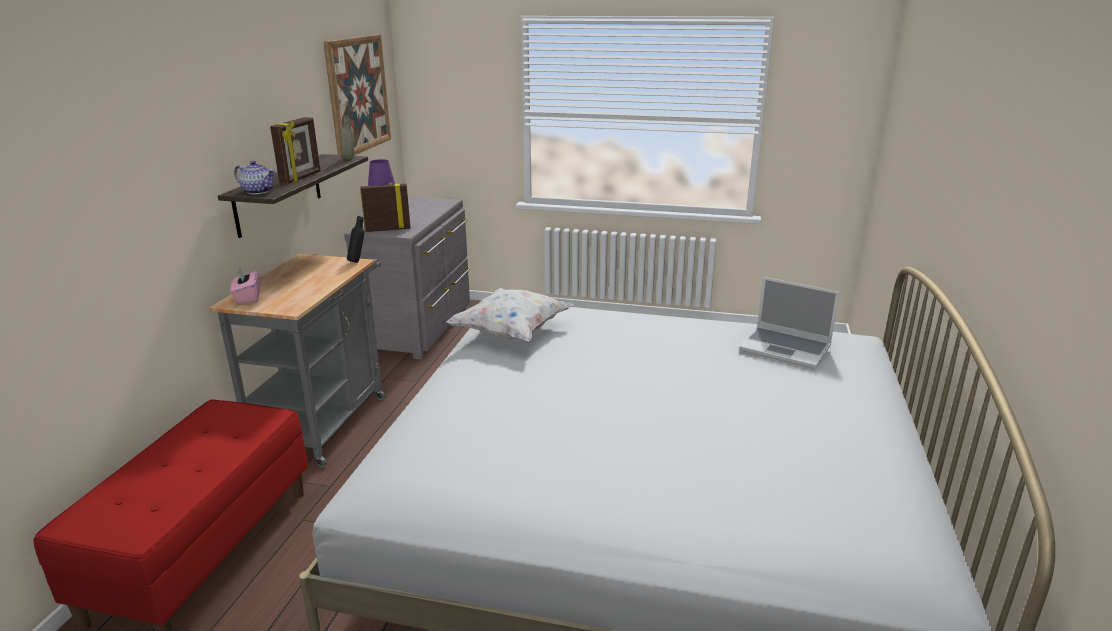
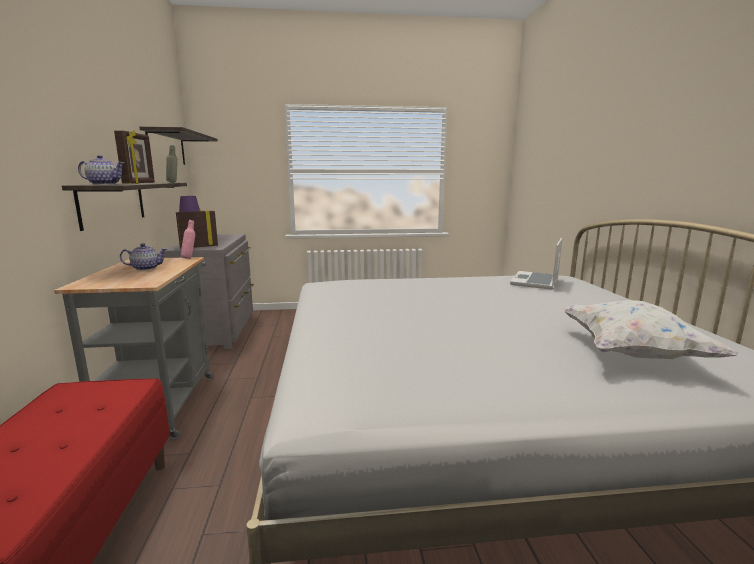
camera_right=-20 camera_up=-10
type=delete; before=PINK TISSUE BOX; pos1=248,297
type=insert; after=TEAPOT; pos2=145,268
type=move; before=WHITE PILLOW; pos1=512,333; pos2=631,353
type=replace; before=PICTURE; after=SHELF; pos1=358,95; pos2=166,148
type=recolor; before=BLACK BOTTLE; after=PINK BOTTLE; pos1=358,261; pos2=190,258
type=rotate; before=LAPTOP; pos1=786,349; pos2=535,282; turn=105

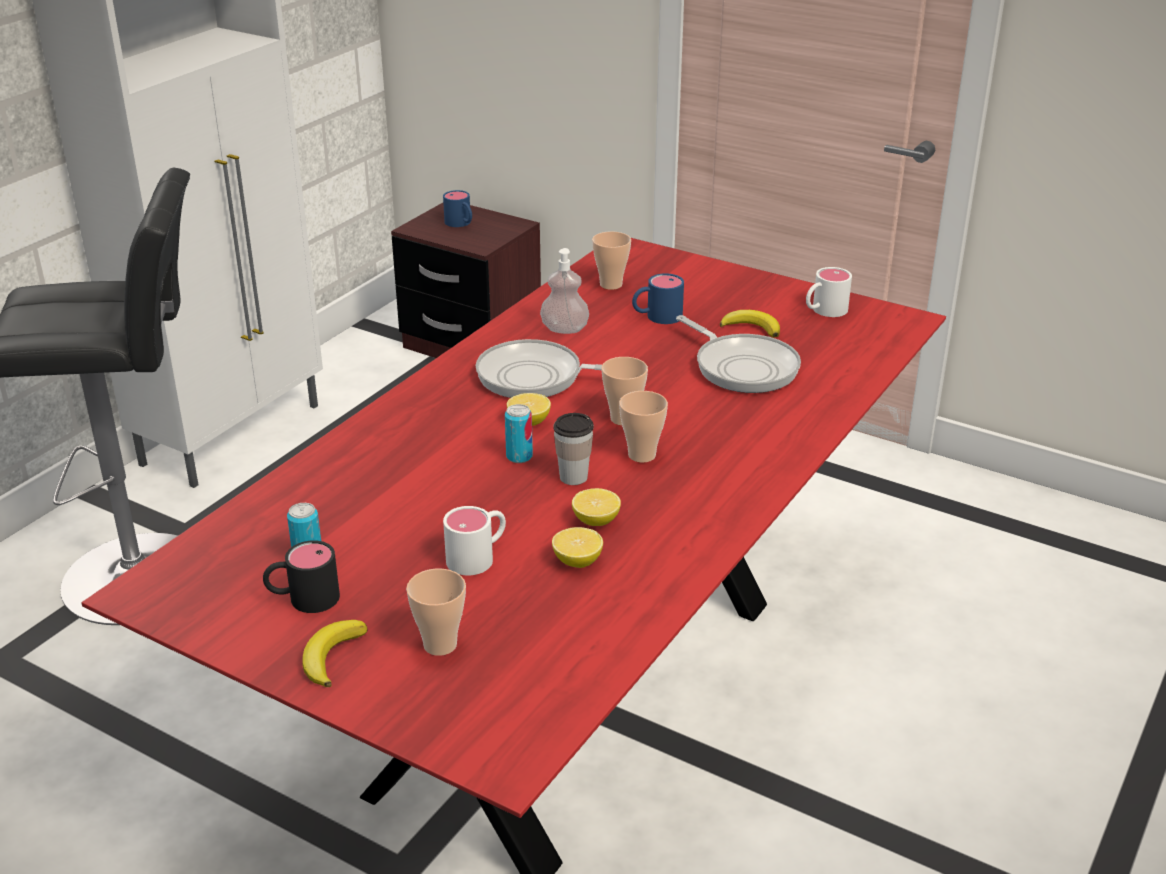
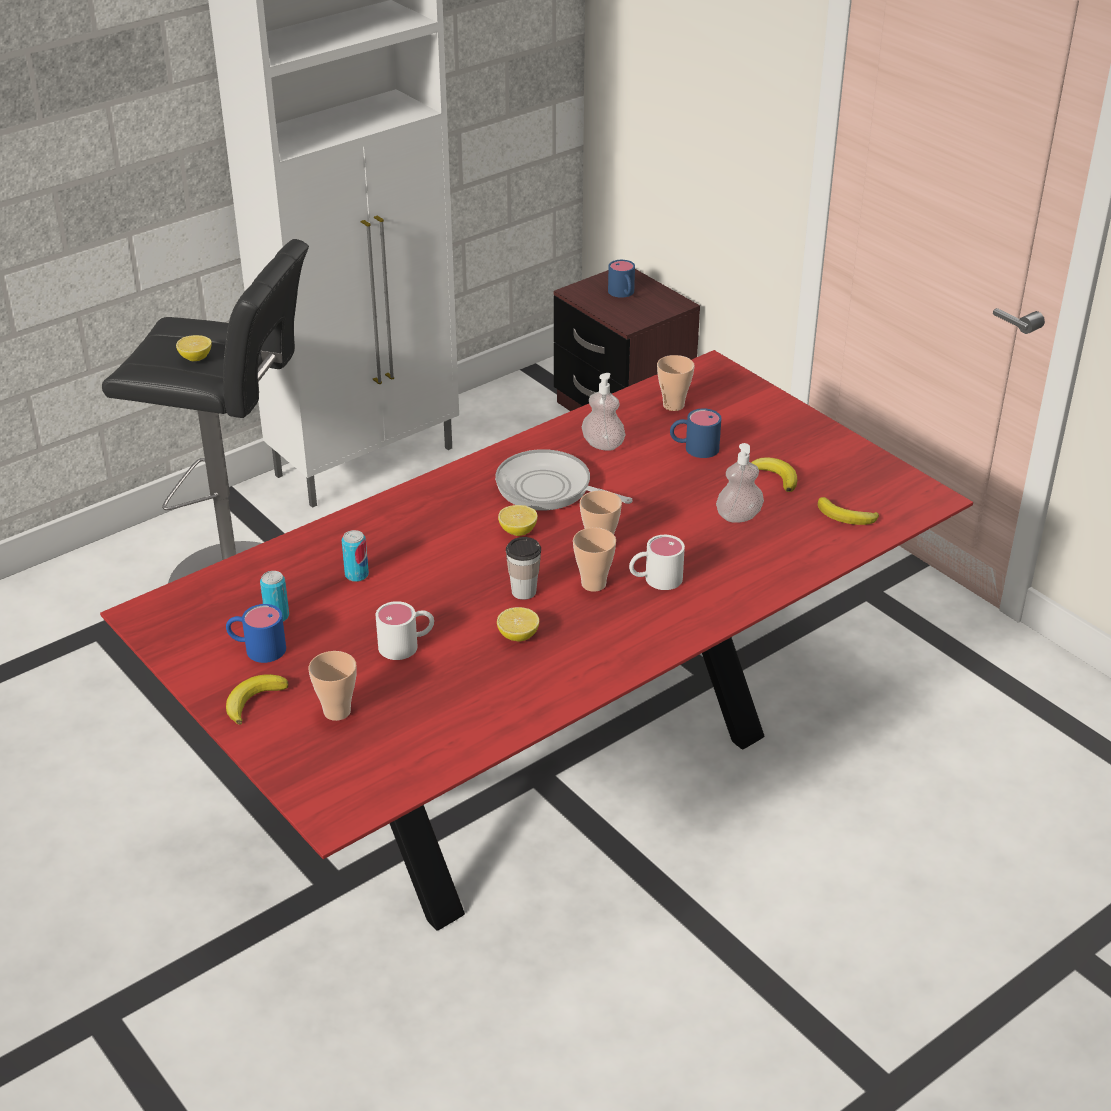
camera_right=20 camera_up=5
type=insert; after=BANANA; pos2=846,517
type=move; before=CAN; pos1=519,456; pos2=356,575
type=move; before=LEMON; pos1=577,561; pos2=195,358
type=move; before=WHITE MUG; pos1=823,311; pos2=655,579
type=replace; before=FRYING PAN; after=SOAP DISPENSER; pos1=742,367; pos2=738,516
type=recolor; before=BLACK MUG; after=BLUE MUG; pos1=303,598; pos2=257,648

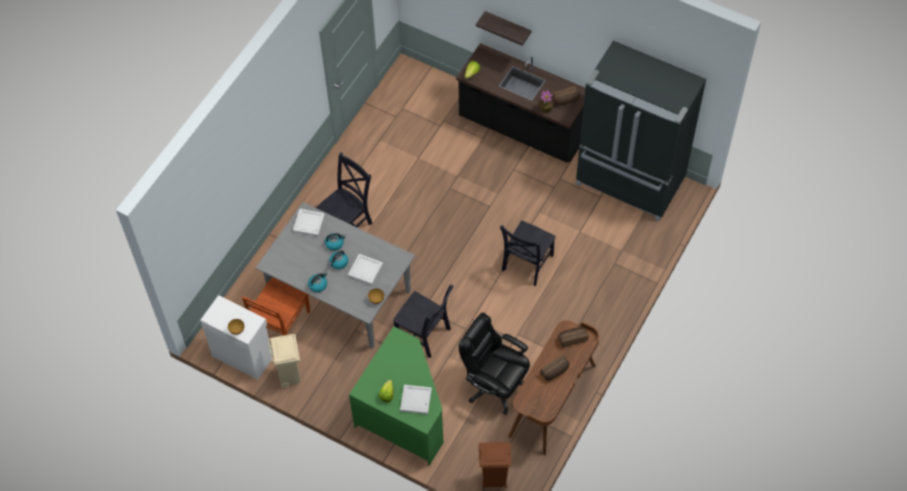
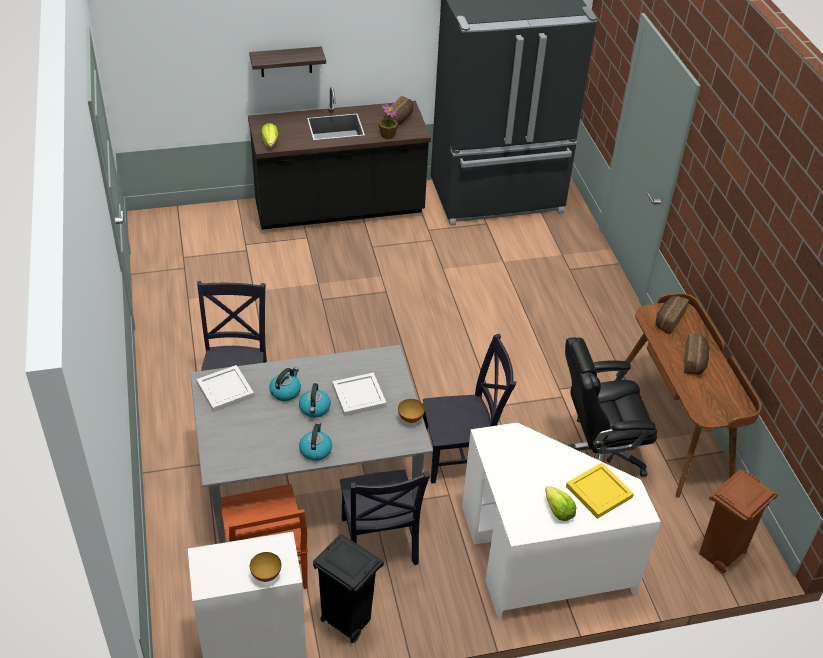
camera_right=-45 camera_up=-15
type=move; before=BLACK CHAIR; pos1=526,264; pos2=379,544
type=recolor; before=BEIGE TRASH CAN; after=BLACK TRASH CAN; pos1=290,376; pos2=346,621
type=recolor; before=GREEN DESK; after=WHITE DESK; pos1=404,415; pos2=540,561
type=recolor; before=WHITE TRAY; after=YELLOW TRAY; pos1=416,400; pos2=600,492

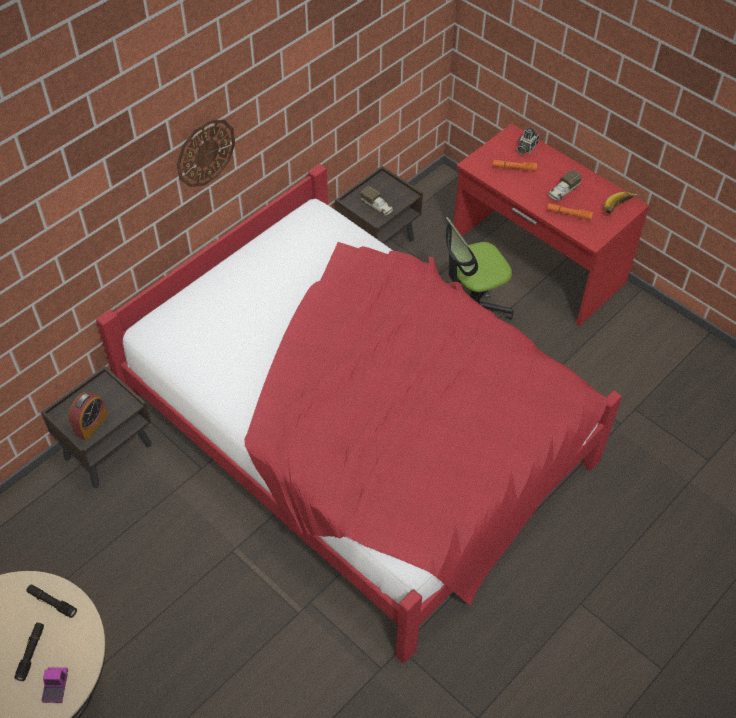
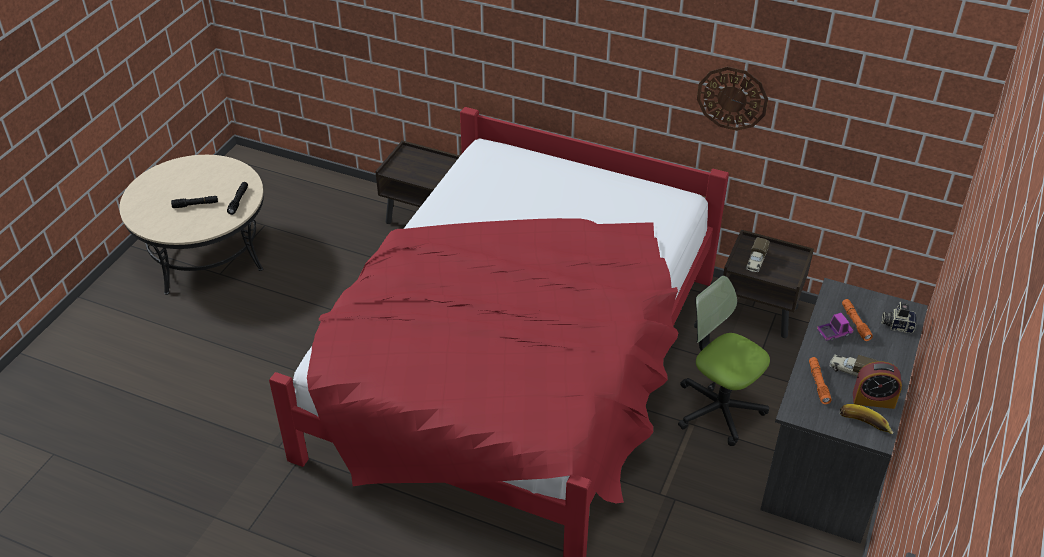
camera_right=70 camera_up=-10
type=move; before=TOY TRUCK; pos1=56,687; pos2=834,333
type=move; before=ALARM CLOCK; pos1=91,424; pos2=873,400
type=move; before=WALL CLOCK; pos1=205,152; pos2=732,98
type=recolor; before=RED DESK; after=GREY DESK; pos1=536,262; pos2=829,449

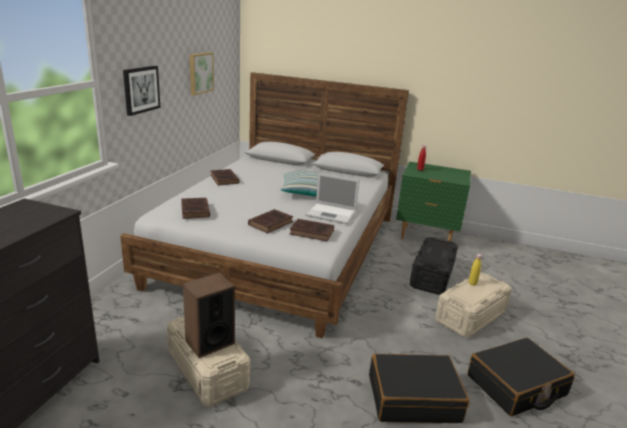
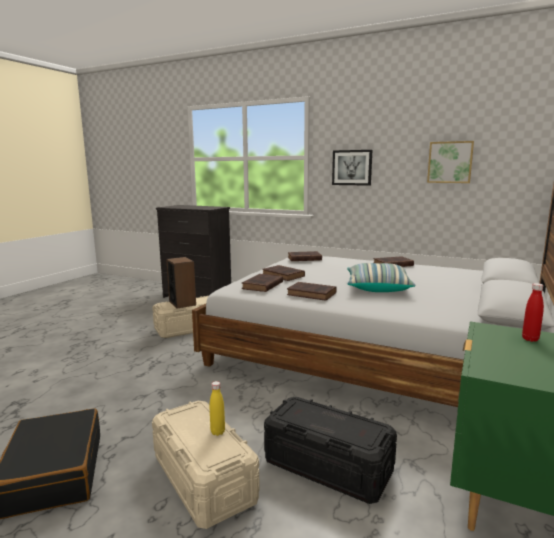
camera_right=100 camera_up=-10
type=delete; before=BLACK SUITCASE; pos1=413,398
type=replace; before=LAPTOP; after=BROWN BOOK; pos1=332,214; pos2=313,294

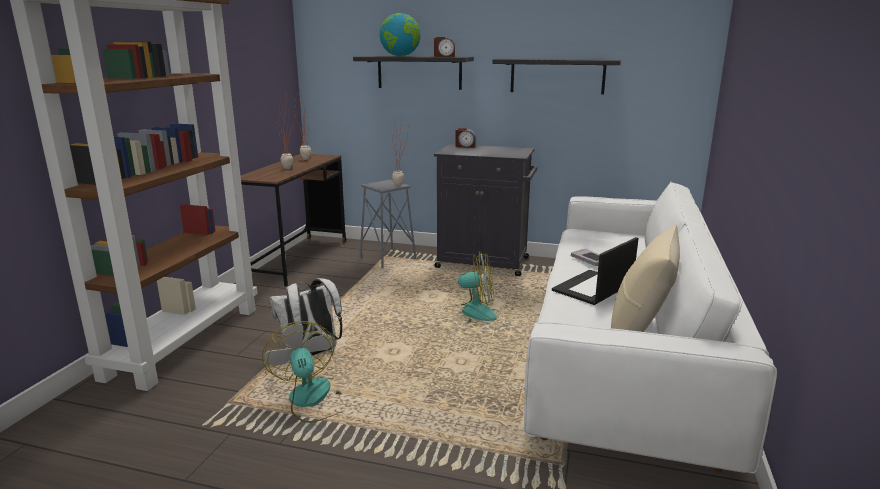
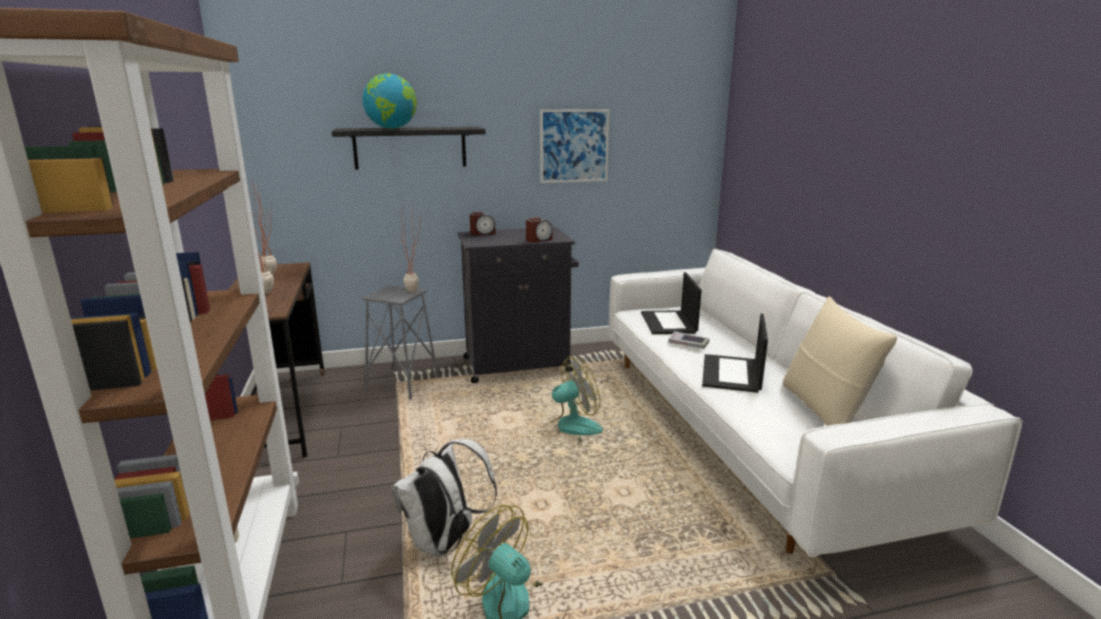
camera_right=-30 camera_up=0
type=insert; after=LAPTOP; pos2=669,323
type=move; before=ALARM CLOCK; pos1=444,56; pos2=538,240
type=replace; before=BLACK SHELF; after=PICTURE; pos1=557,76; pos2=574,146

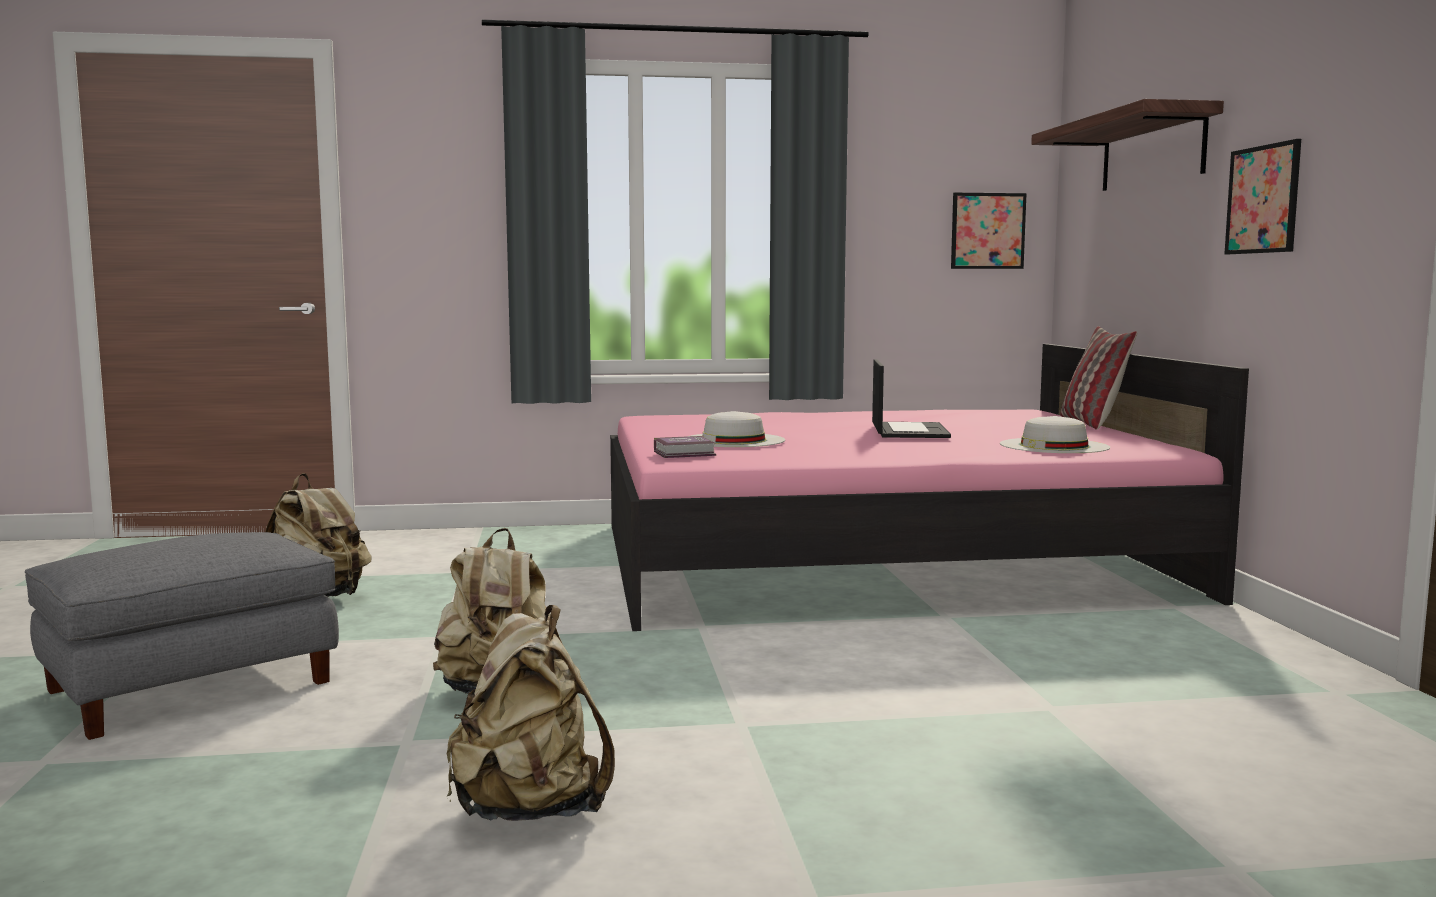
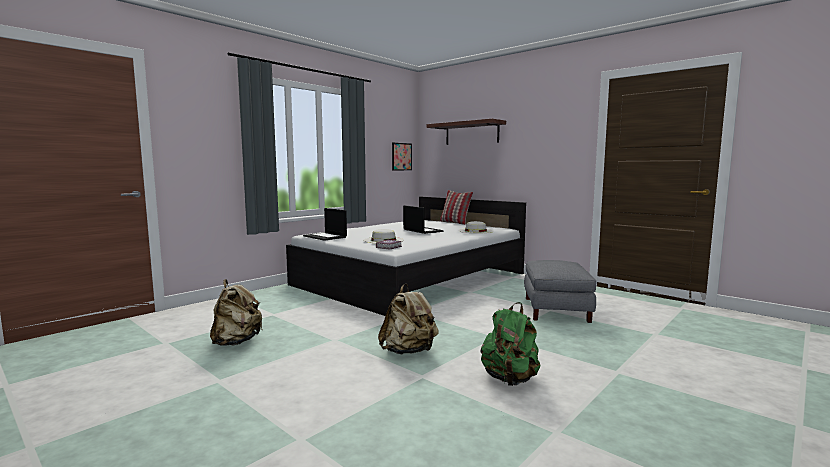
camera_right=-40 camera_up=0
type=delete; before=PICTURE; pos1=1263,199
type=insert; after=LAPTOP; pos2=325,237
type=move; before=GREY OTTOMAN; pos1=190,687; pos2=556,309
type=recolor; before=BEIGE BACKPACK; after=GREEN BACKPACK; pos1=530,810; pos2=510,379
type=recolor; before=PINK BED; after=WHITE BED; pos1=878,560; pos2=411,279

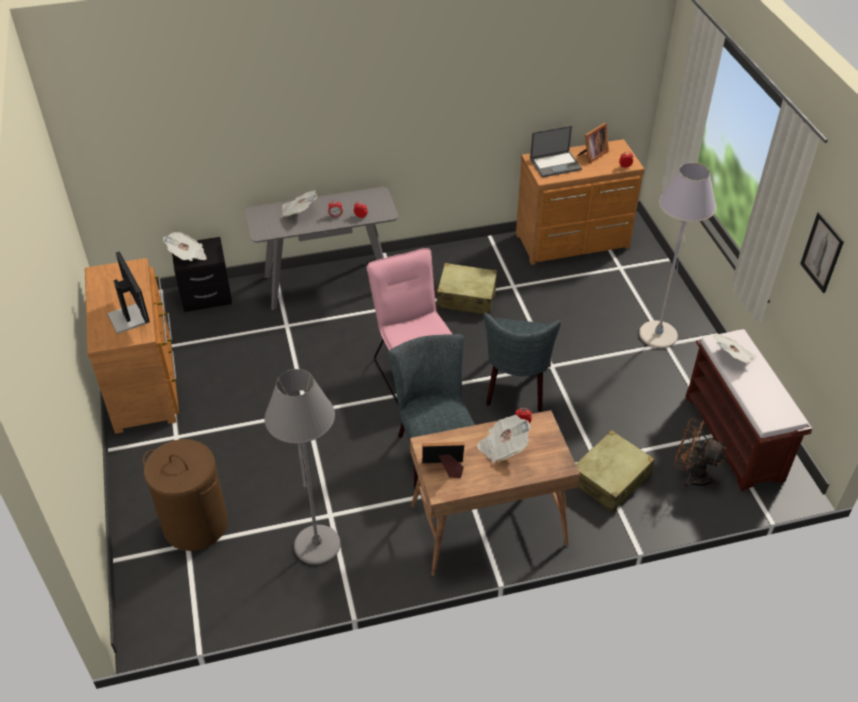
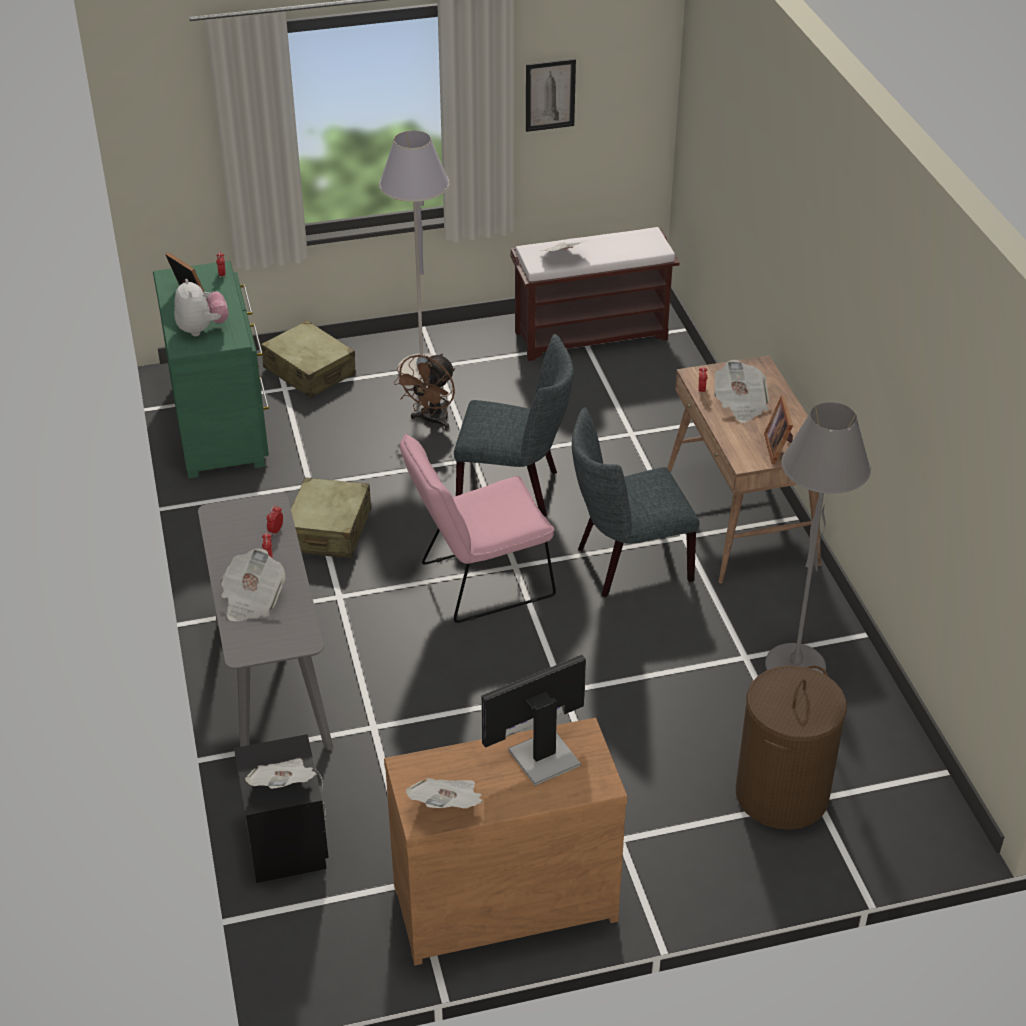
camera_right=-90 camera_up=-5
type=insert; after=NEWSPAPER; pos2=447,806
type=move; before=BEIGE SUITCASE; pos1=610,479; pos2=309,371
type=move; before=BROWN FAN; pos1=691,476; pos2=431,421
type=replace; before=LAPTOP; after=PLUSH TOY; pos1=556,164; pos2=202,329
type=recolor; before=BROWN DRESSER; after=GREEN DRESSER; pos1=574,242; pos2=221,424

